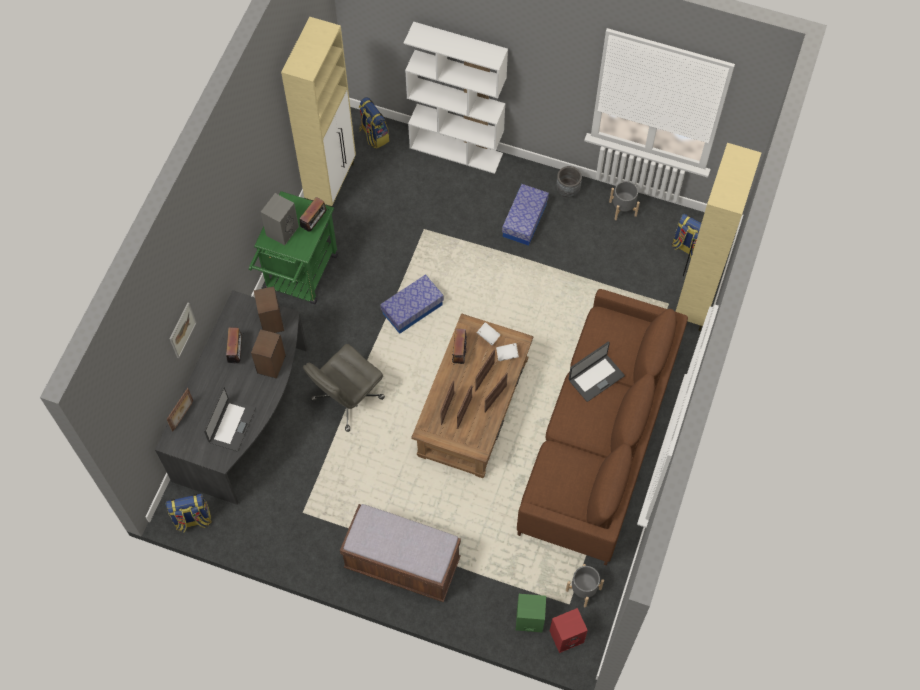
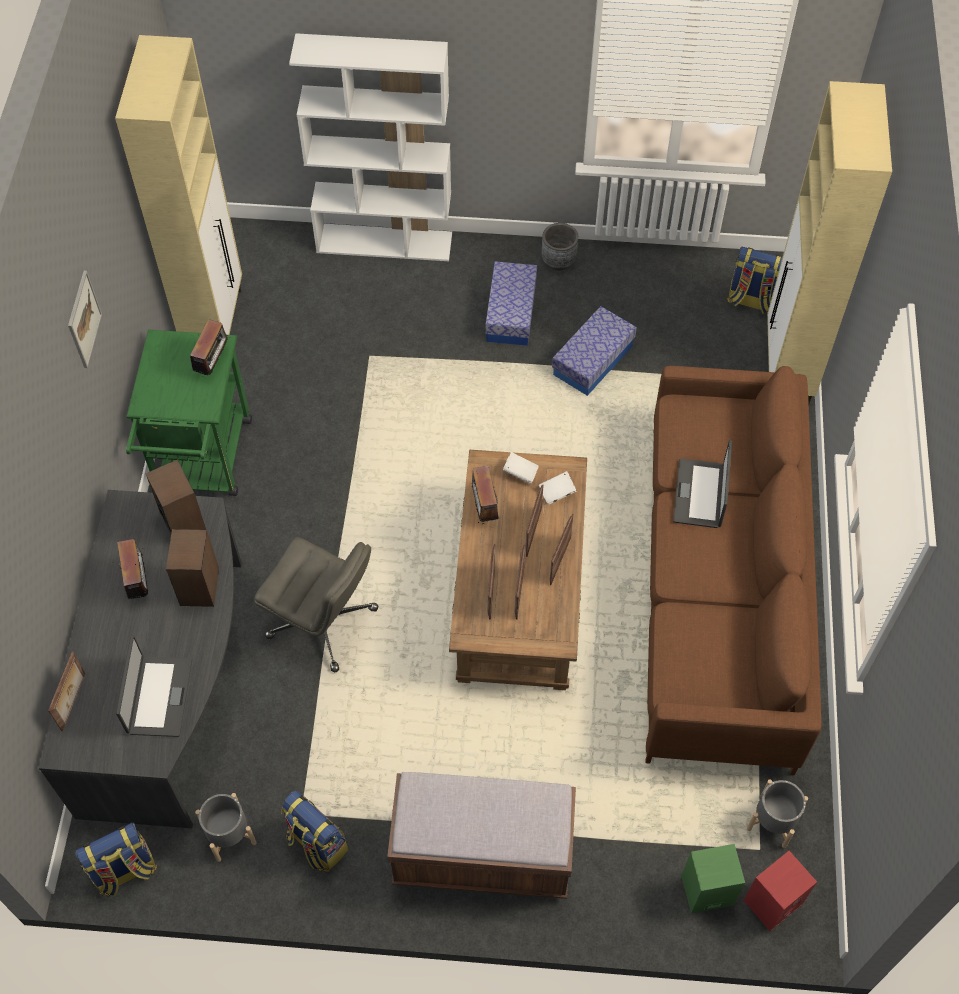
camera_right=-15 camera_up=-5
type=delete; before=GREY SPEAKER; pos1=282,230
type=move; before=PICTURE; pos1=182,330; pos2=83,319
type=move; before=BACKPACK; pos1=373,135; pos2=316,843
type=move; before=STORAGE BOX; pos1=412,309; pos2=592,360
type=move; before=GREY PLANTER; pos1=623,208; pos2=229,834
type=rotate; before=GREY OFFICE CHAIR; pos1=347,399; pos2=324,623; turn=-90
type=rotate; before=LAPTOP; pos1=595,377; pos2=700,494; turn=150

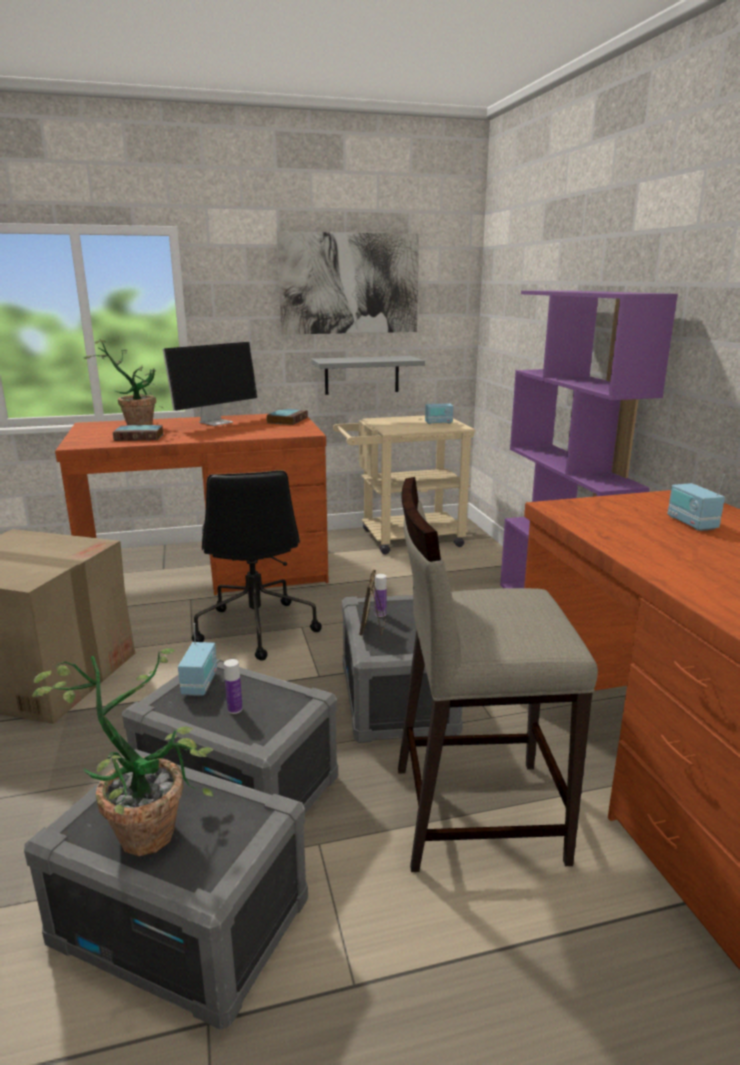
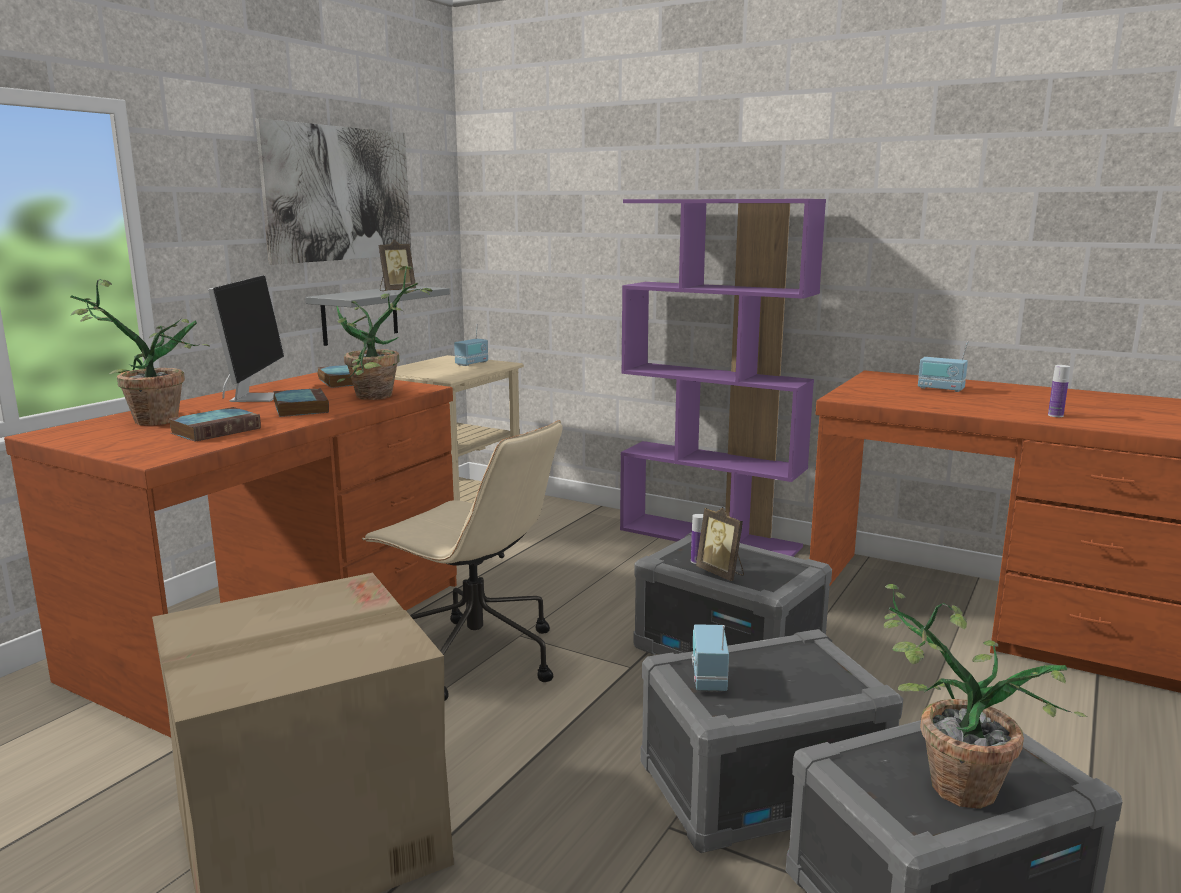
camera_right=-45 camera_up=-5
type=delete; before=BEIGE STOOL; pos1=474,812
type=insert; after=BOOK; pos2=300,408
type=insert; after=POTTED PLANT; pos2=380,397
type=insert; after=PICTURE FRAME; pos2=396,291
type=move; before=BOTTLE; pos1=234,709; pos2=1055,415
type=recolor; before=BLACK OFFICE CHAIR; after=BEIGE OFFICE CHAIR; pos1=256,628; pos2=474,657
type=rotate; before=RADIO; pos1=200,684; pos2=708,678; turn=-135

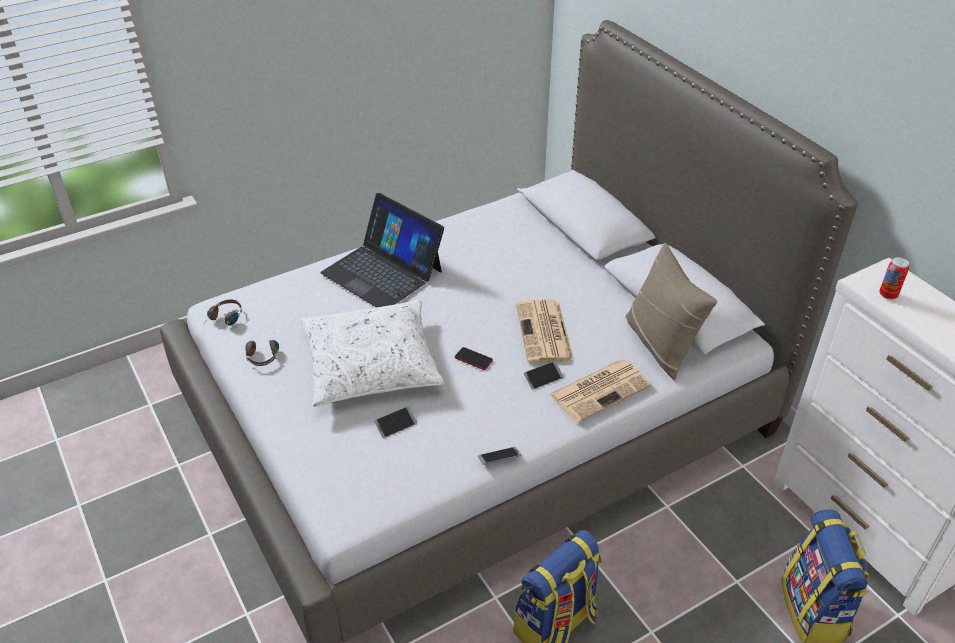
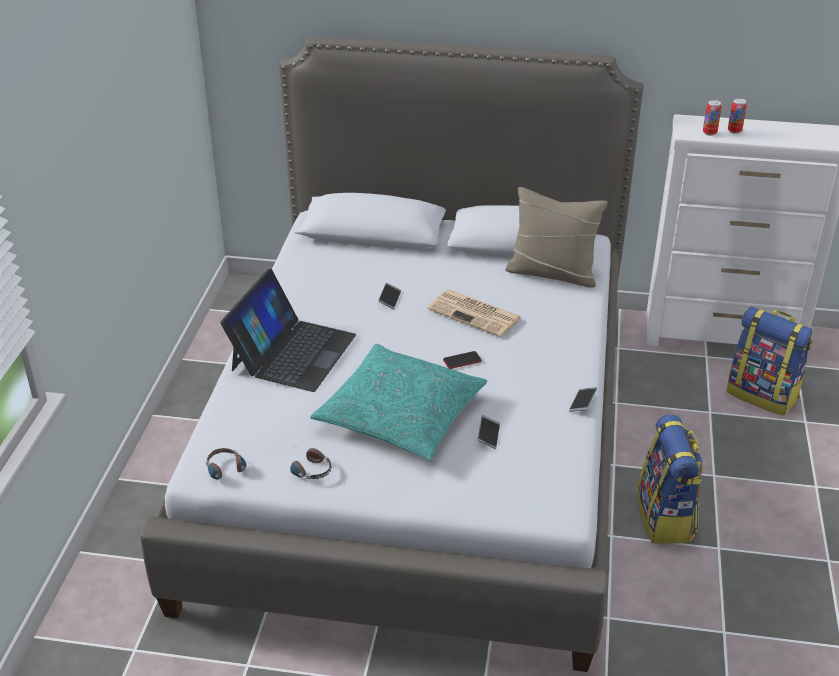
camera_right=-50 camera_up=-5
type=delete; before=NEWSPAPER; pos1=600,389
type=insert; after=CAN; pos2=734,131
type=move; before=PHONE; pos1=543,378; pos2=390,299
type=recolor; before=WHITE PILLOW; after=TURQUOISE PILLOW; pos1=371,364; pos2=401,414
type=rotate; before=LAPTOP; pos1=383,271; pos2=292,352; turn=-60

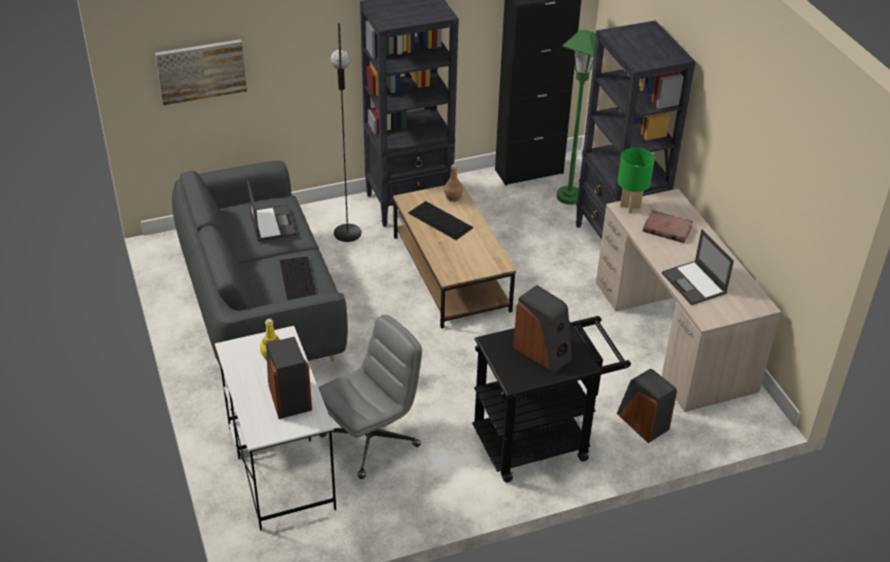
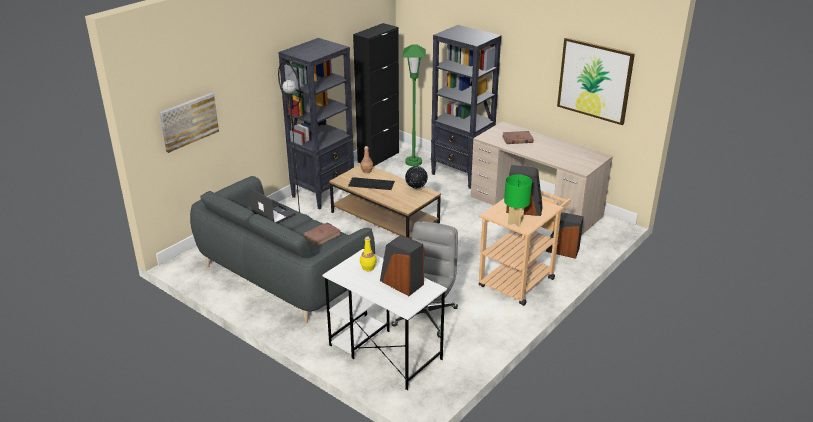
camera_right=-30 camera_up=-10
type=delete; before=LAPTOP; pos1=694,283
type=insert; after=GLOBE; pos2=416,189
type=insert; after=PICTURE; pos2=595,80
type=move; before=GREEN TABLE LAMP; pos1=630,207; pos2=515,222
type=replace; before=KEYBOARD; after=BROWN BOOK; pos1=297,280; pos2=322,236
type=recolor; before=BLACK CART; after=BEIGE CART; pos1=540,440; pos2=520,279

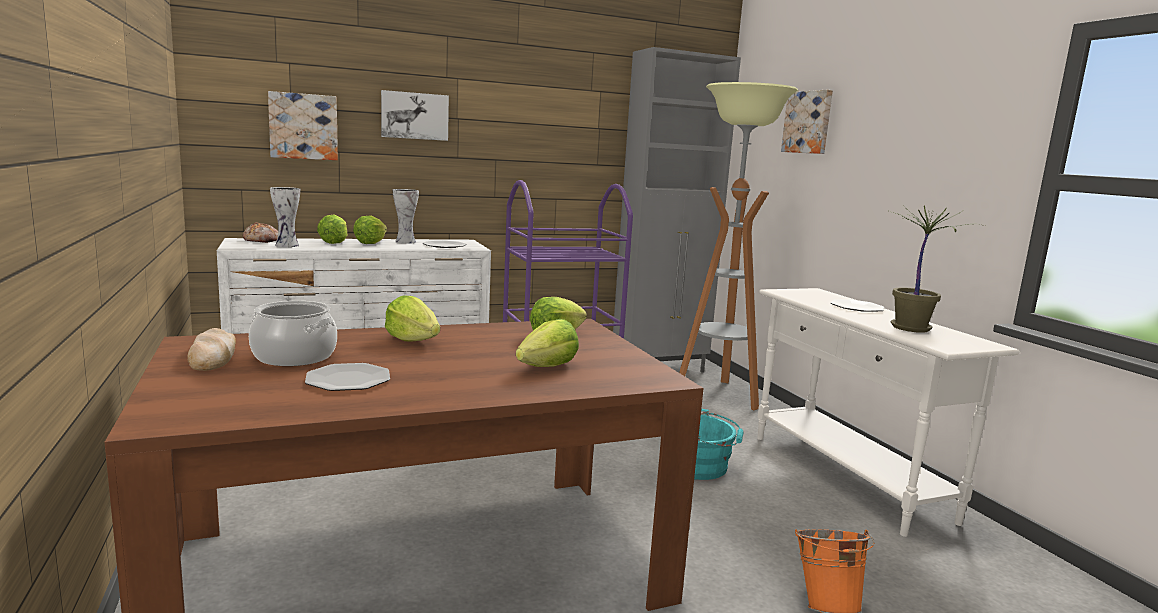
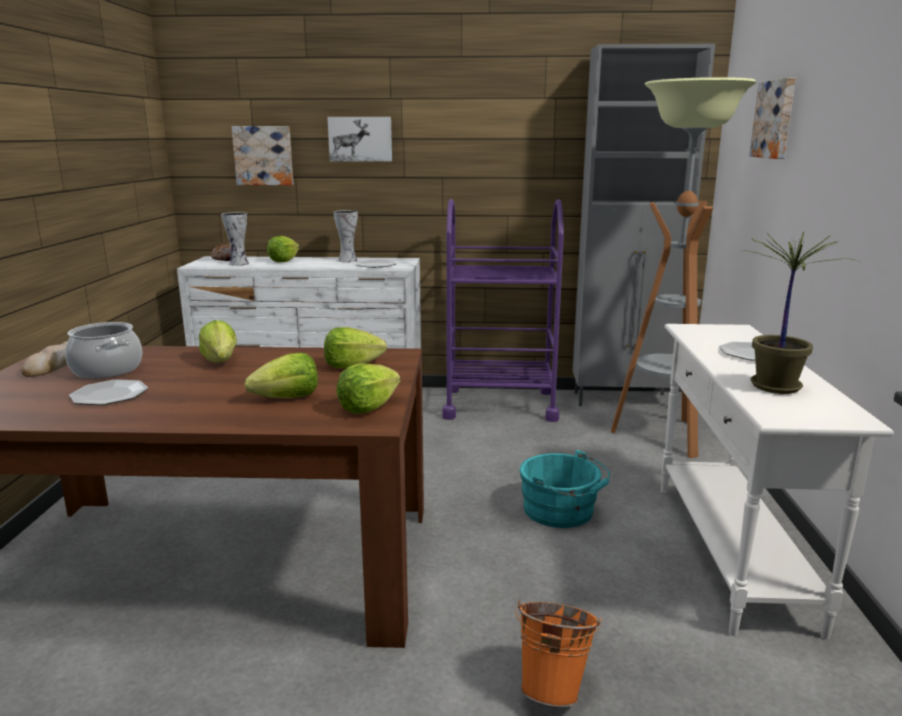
camera_right=25 camera_up=5
type=move; before=LETTUCE; pos1=371,243; pos2=368,407

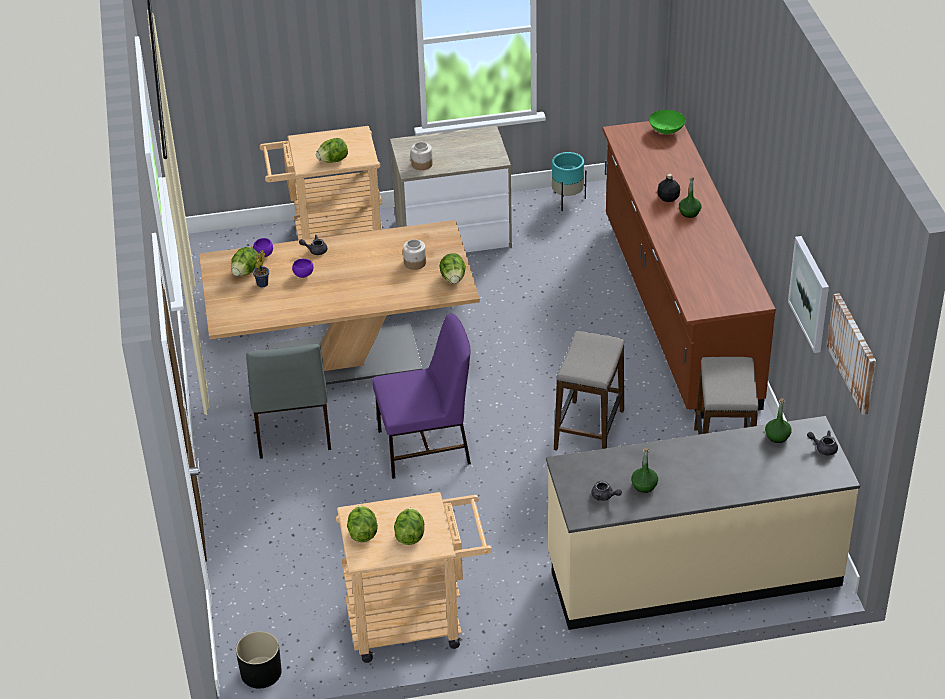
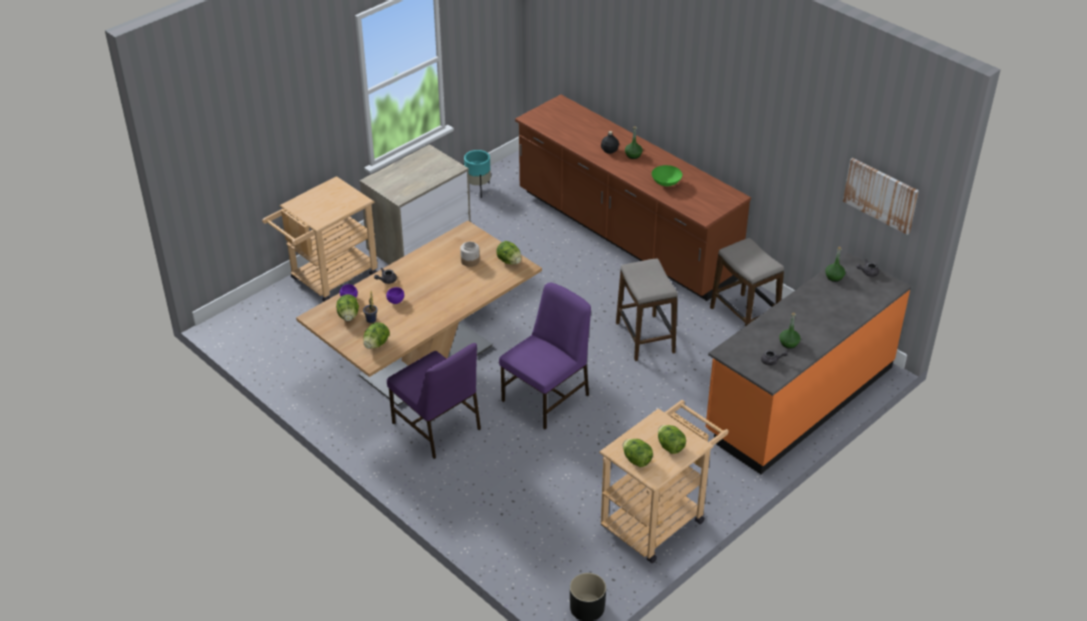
camera_right=-35 camera_up=0
type=delete; before=JAR; pos1=422,164
type=delete; before=PICTURE; pos1=810,293
type=move; before=LETTUCE; pos1=333,160; pos2=376,344
type=move; before=GREEN BOWL; pos1=666,131; pos2=665,183
type=recolor; before=GREY CHAIR; after=PURPLE CHAIR; pos1=291,429; pos2=436,427
type=recolor; before=BEIGE COUNTER; after=ORANGE COUNTER; pos1=693,572; pos2=799,400

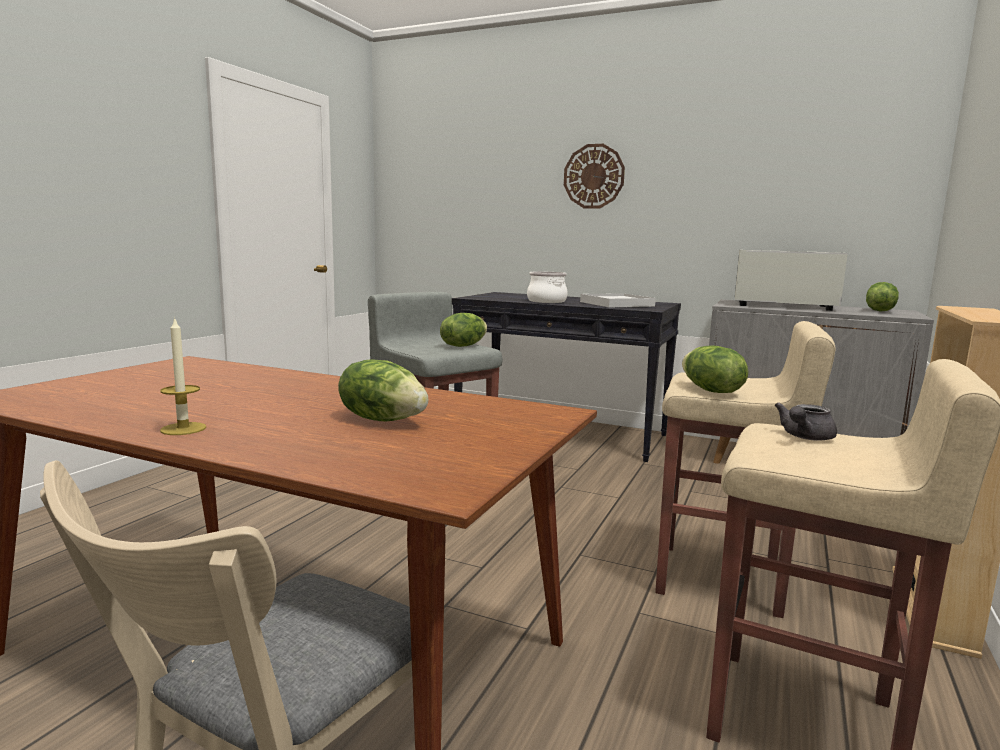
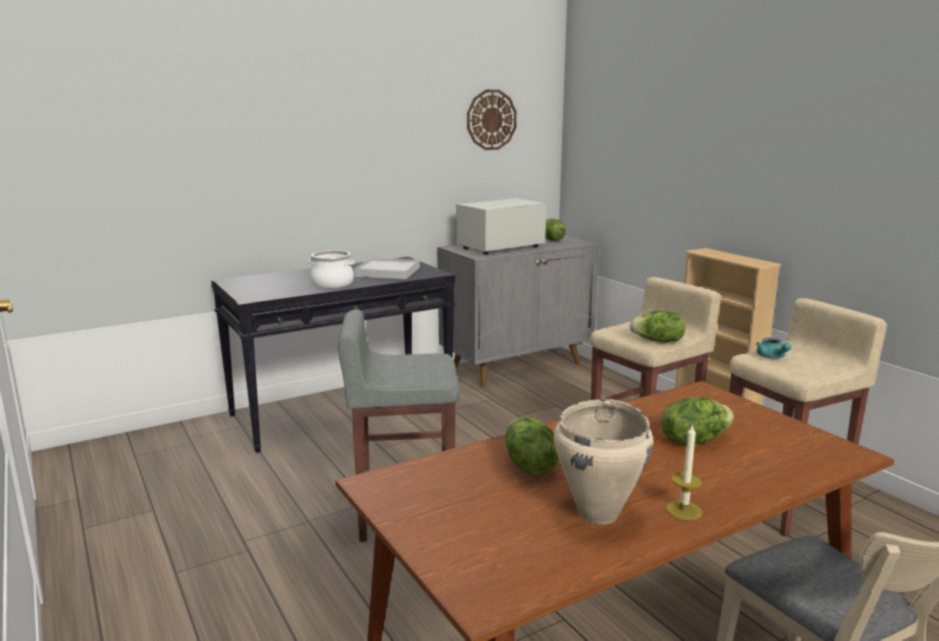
camera_right=-55 camera_up=5
type=insert; after=BEIGE COOKING POT; pos2=599,513
type=move; before=LETTUCE; pos1=463,345; pos2=528,466
type=move; before=WALL CLOCK; pos1=593,176; pos2=491,120
type=recolor; before=GREY TEAPOT; after=TURQUOISE TEAPOT; pos1=804,437; pos2=772,357

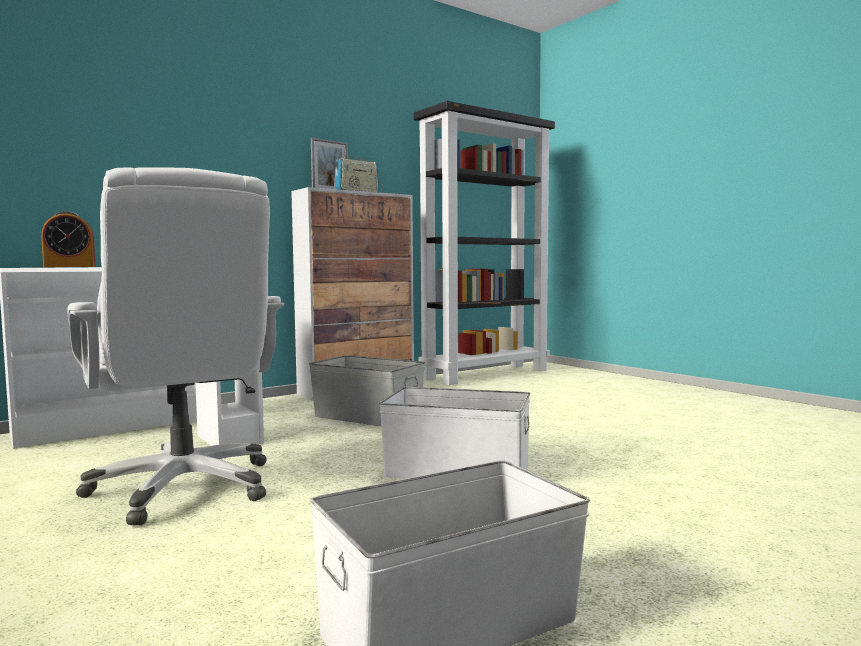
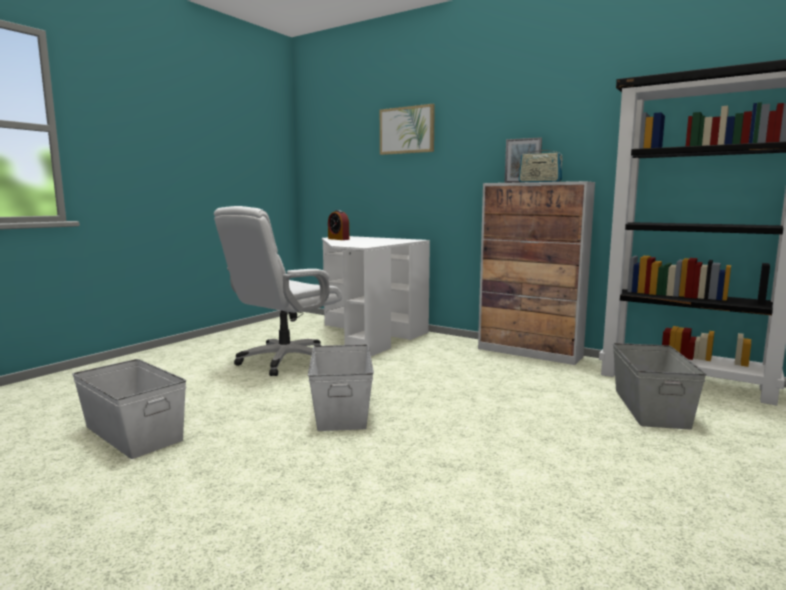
camera_right=70 camera_up=5
type=insert; after=PICTURE; pos2=407,130
type=move; before=GREY STORAGE BOX; pos1=368,417; pos2=649,408

